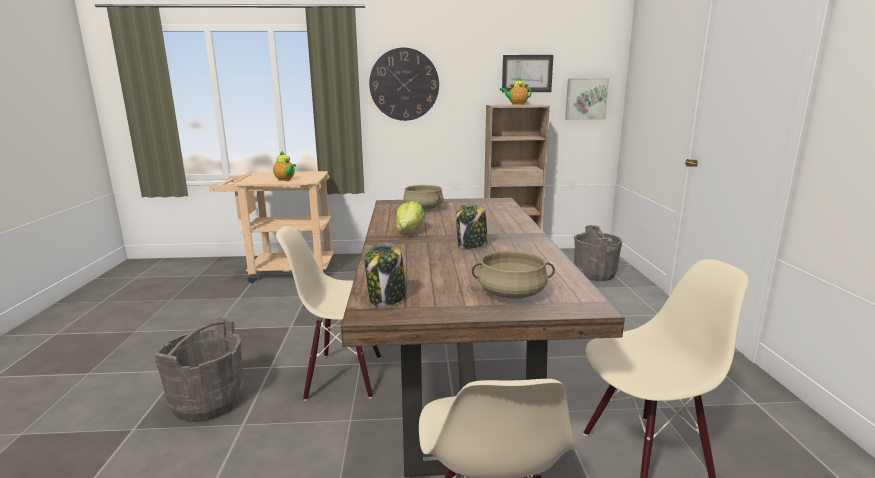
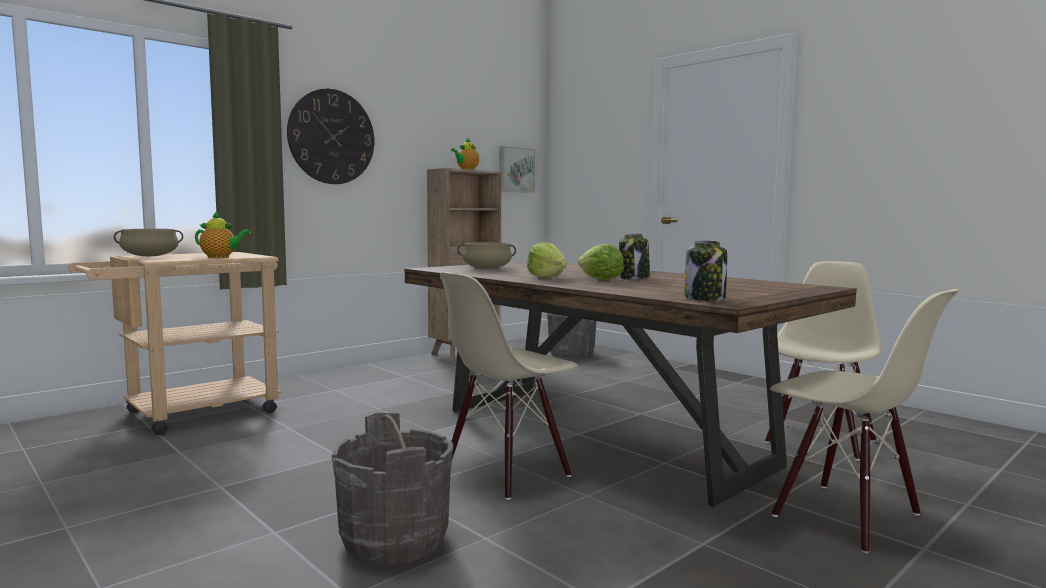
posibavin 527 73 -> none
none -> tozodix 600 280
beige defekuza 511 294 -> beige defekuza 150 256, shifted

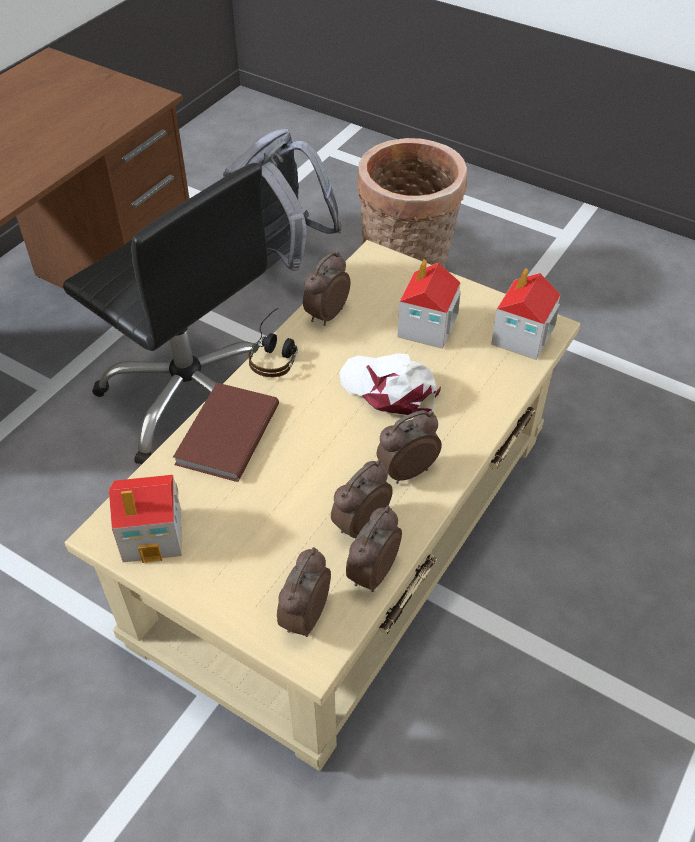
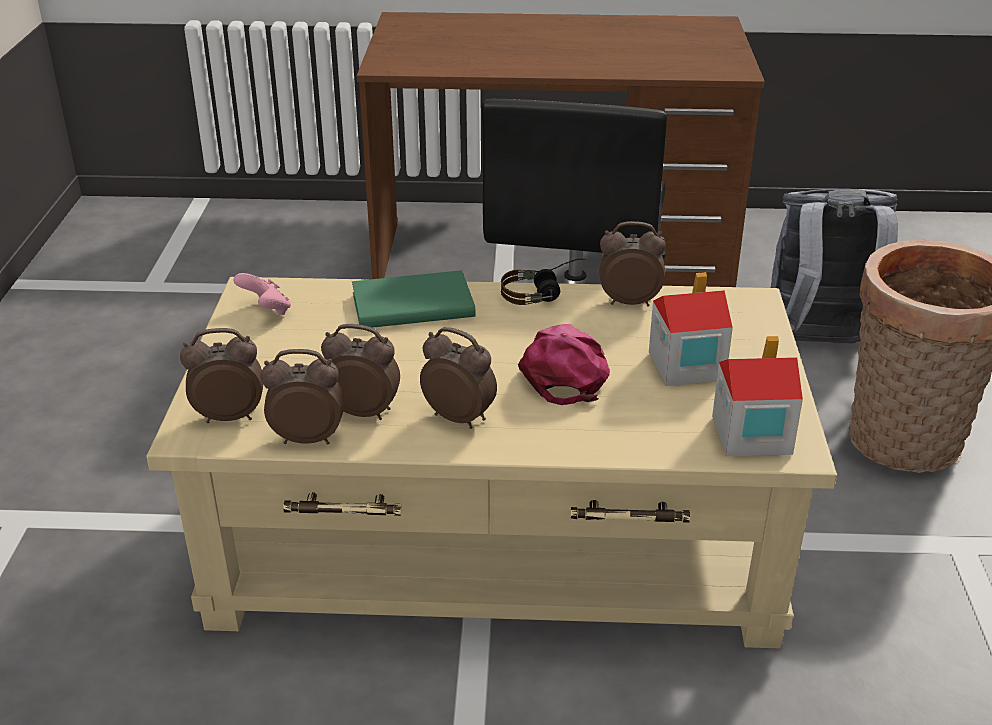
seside 153 534 -> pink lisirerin 266 310
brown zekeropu 225 435 -> green zekeropu 410 303
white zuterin 389 389 -> pink zuterin 566 371

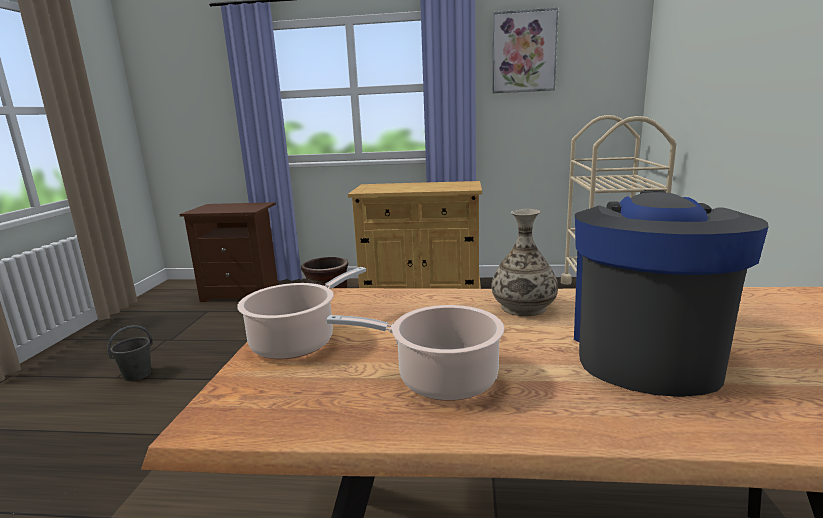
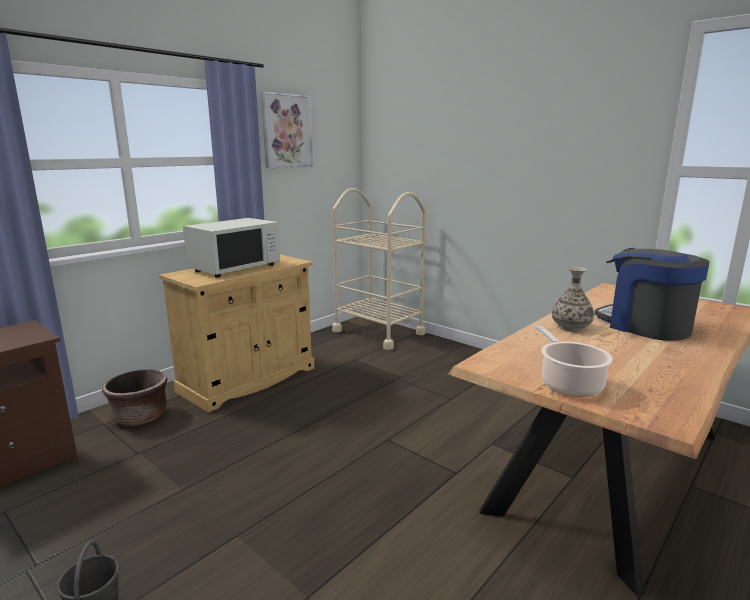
defekuza 440 378 -> none
none -> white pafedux 235 268

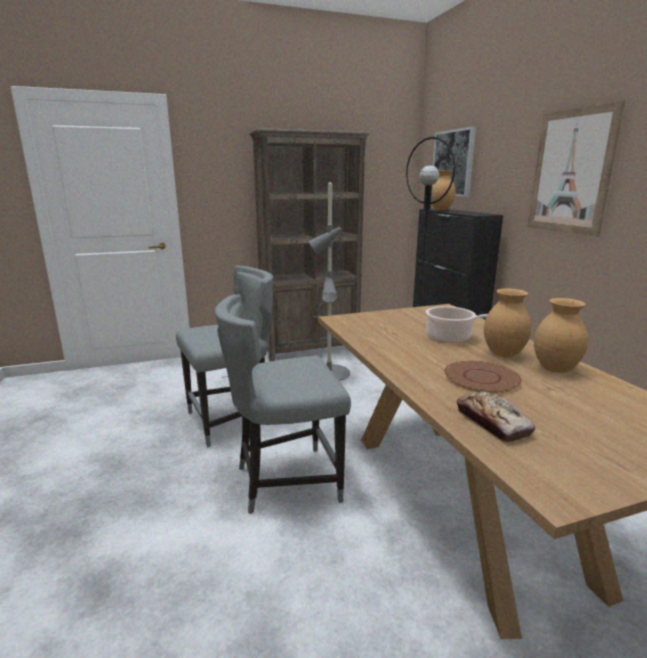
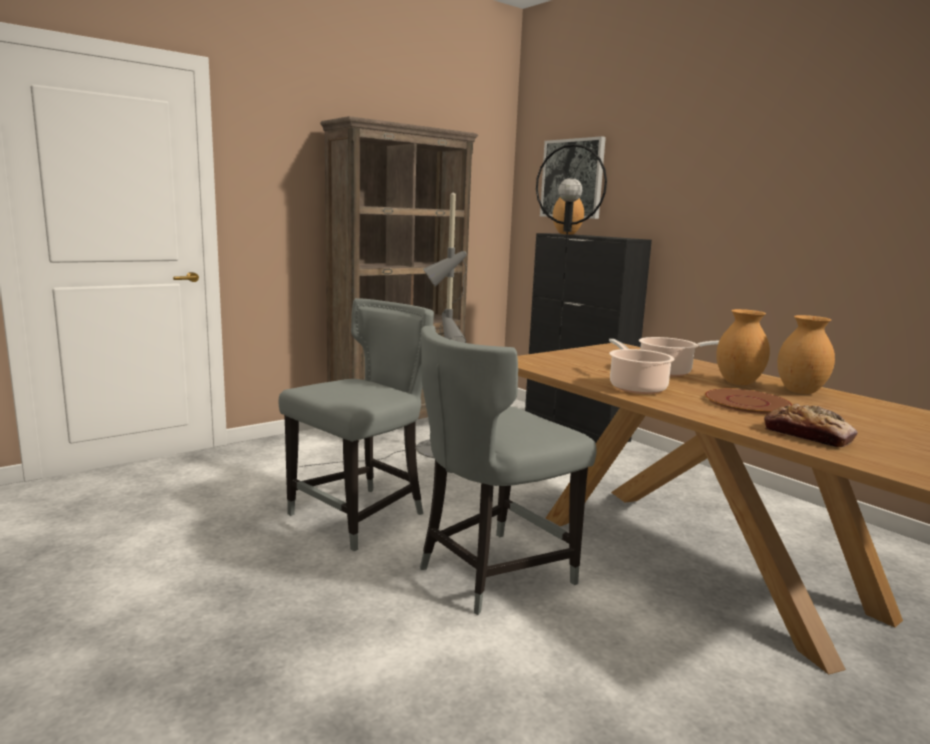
posibavin 571 172 -> none
none -> defekuza 635 387

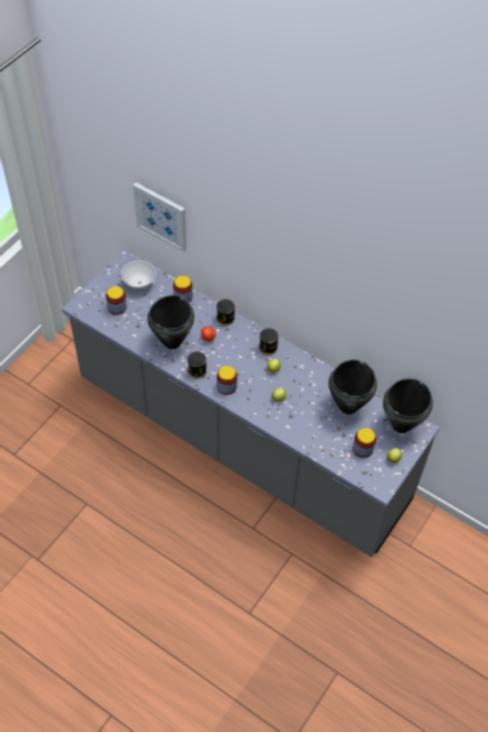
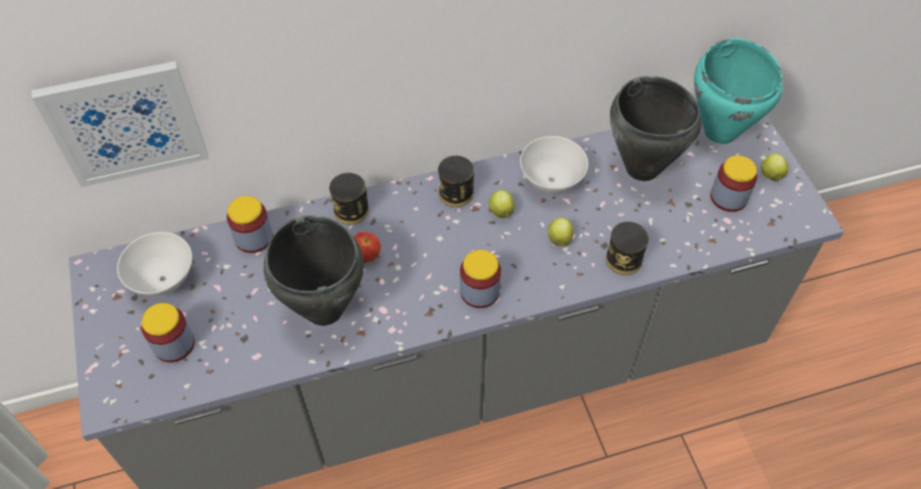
none -> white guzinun 552 181
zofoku 197 370 -> zofoku 623 259, shifted
black defekuza 401 425 -> turquoise defekuza 720 131

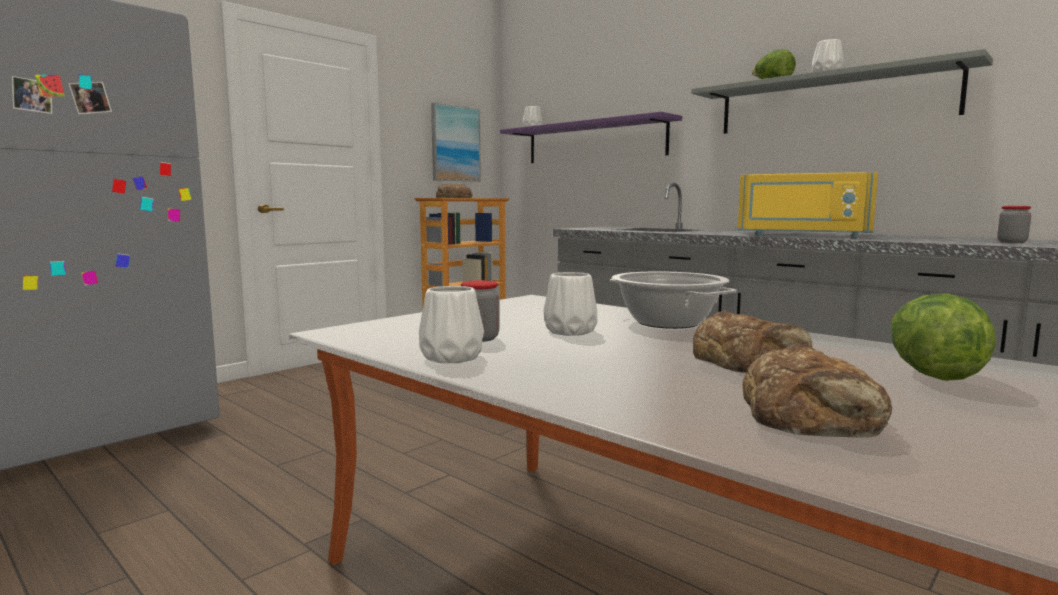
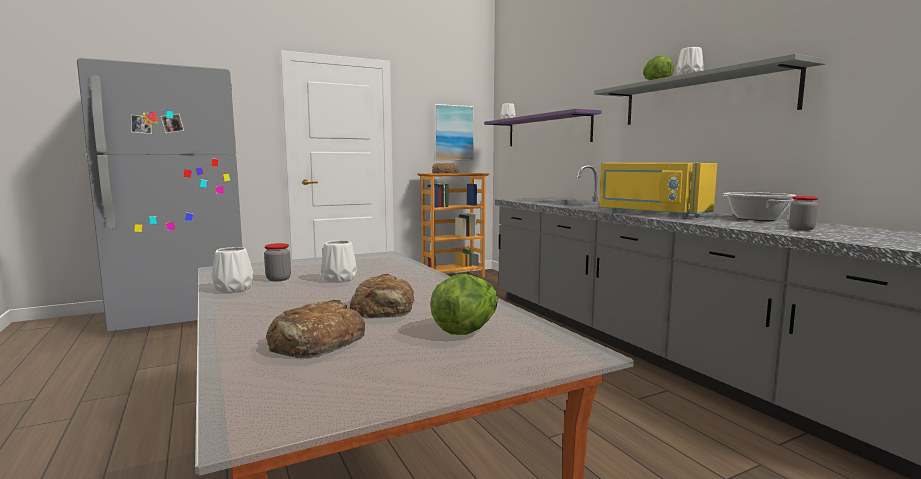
defekuza 667 322 -> defekuza 756 218, shifted

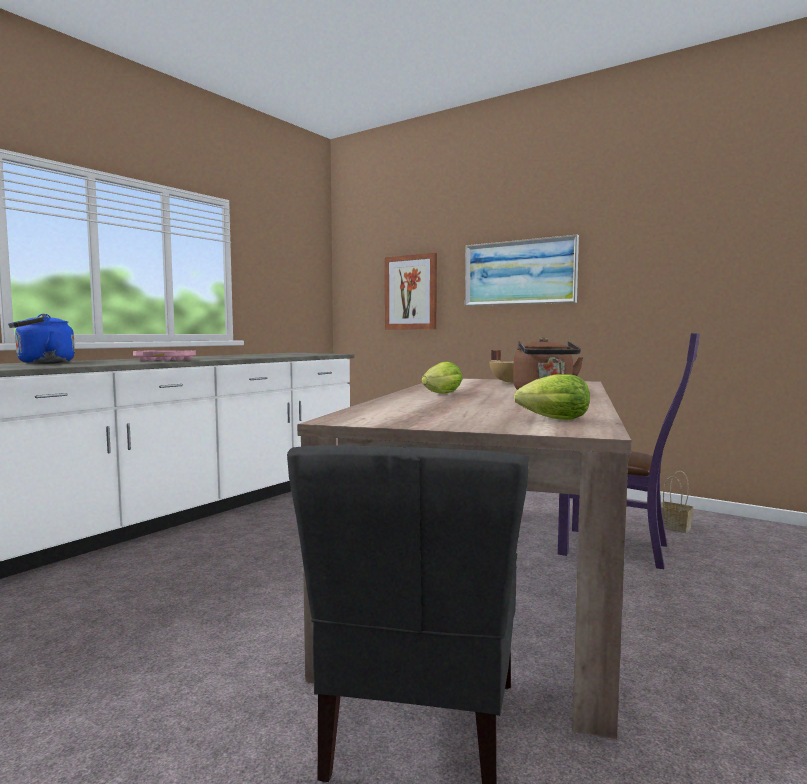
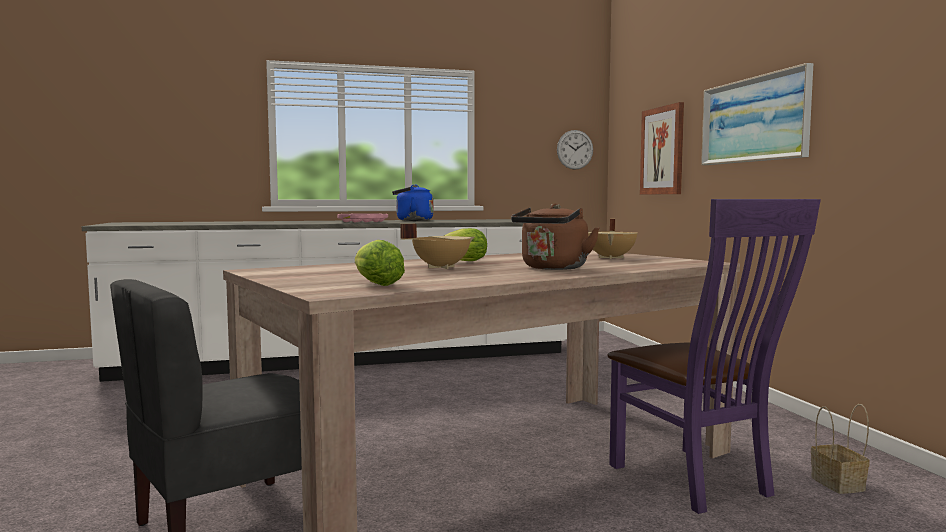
none -> beige defekuza 440 267
none -> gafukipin 575 149
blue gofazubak 42 363 -> blue gofazubak 412 220, shifted

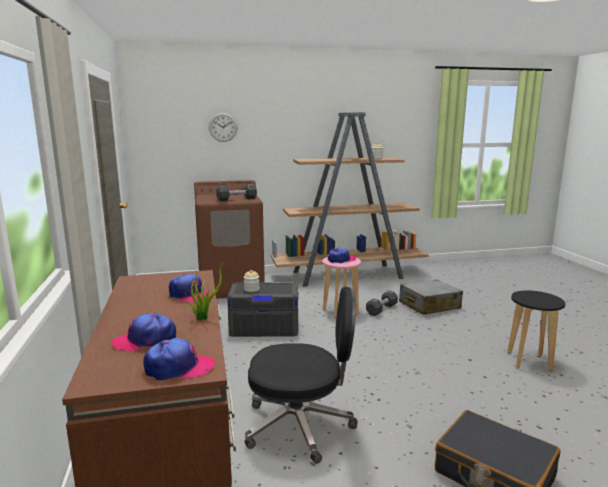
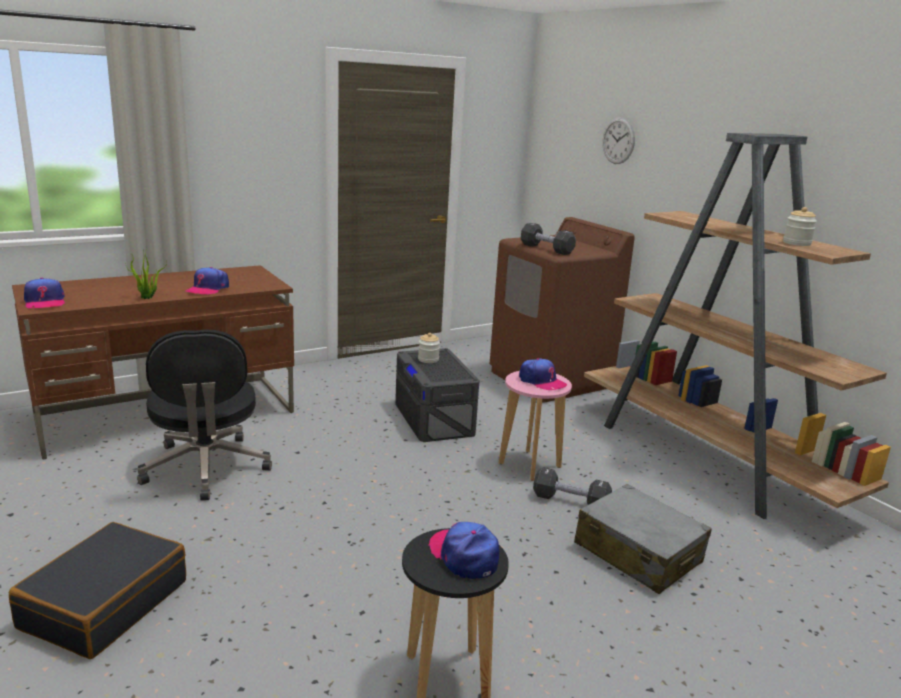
zuterin 145 340 -> zuterin 464 555, shifted

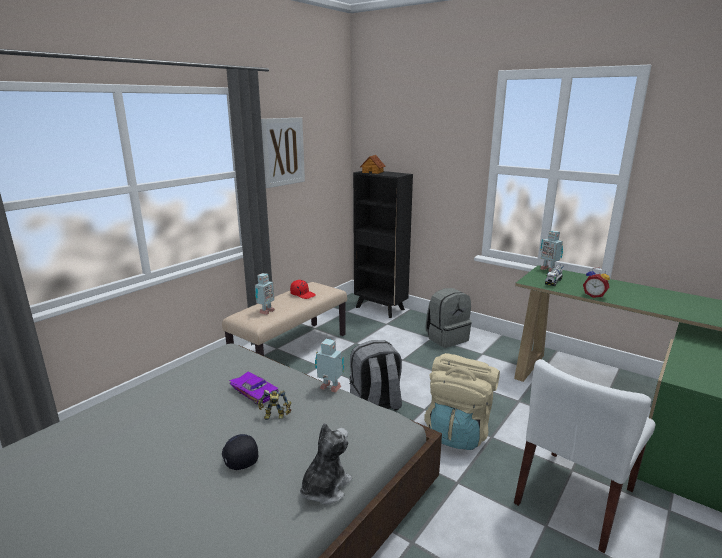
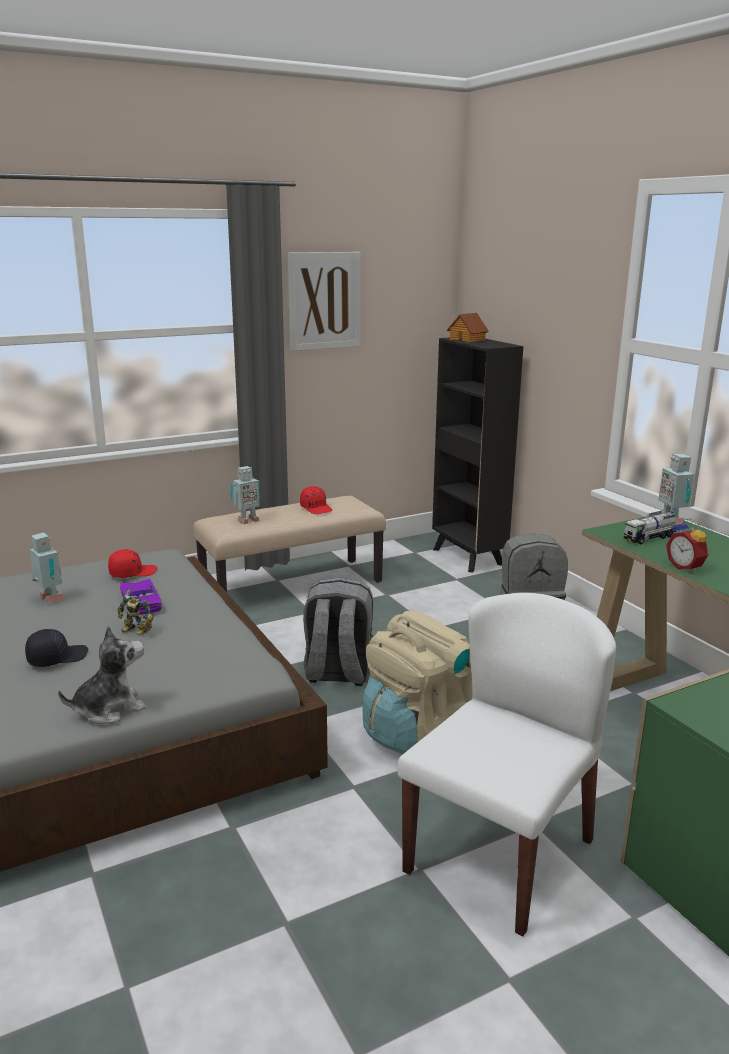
none -> red zuterin 132 573
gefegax 330 389 -> gefegax 50 599, shifted
black zuterin 239 457 -> black zuterin 57 657, 60 degrees clockwise
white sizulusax 574 497 -> white sizulusax 500 854, 150 degrees clockwise

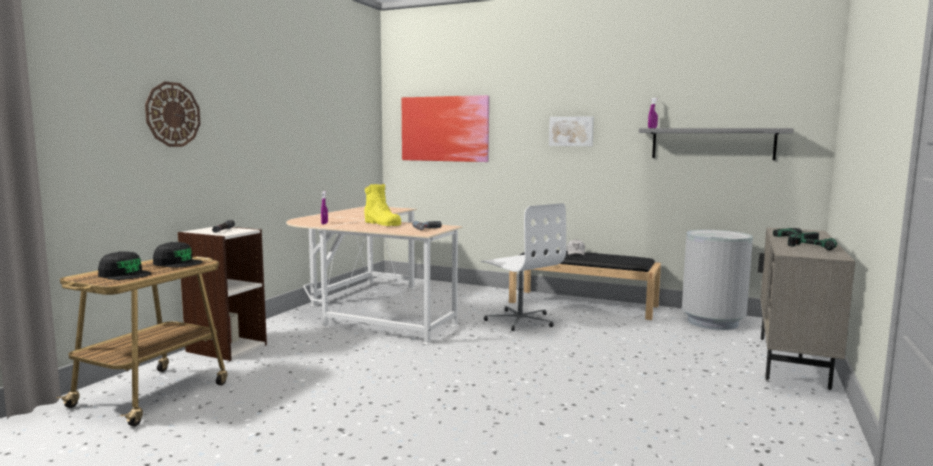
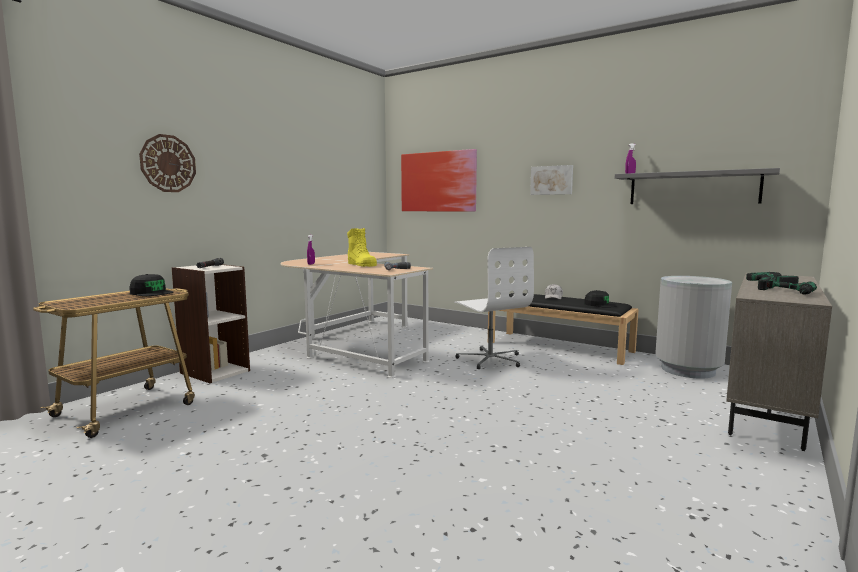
black zuterin 125 274 -> black zuterin 600 304, shifted

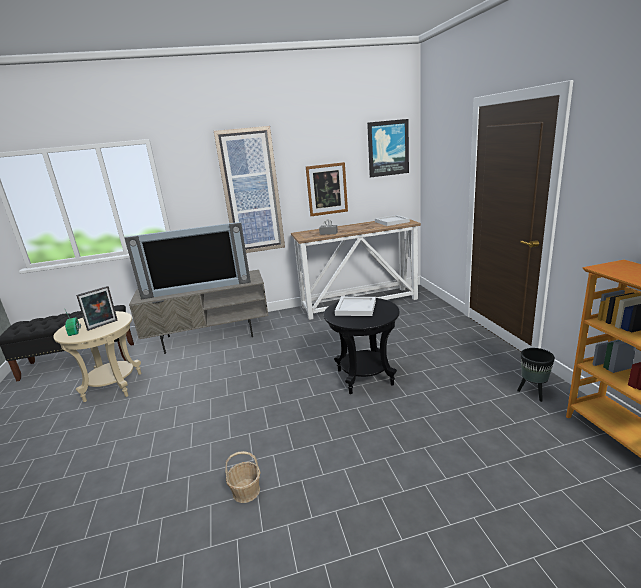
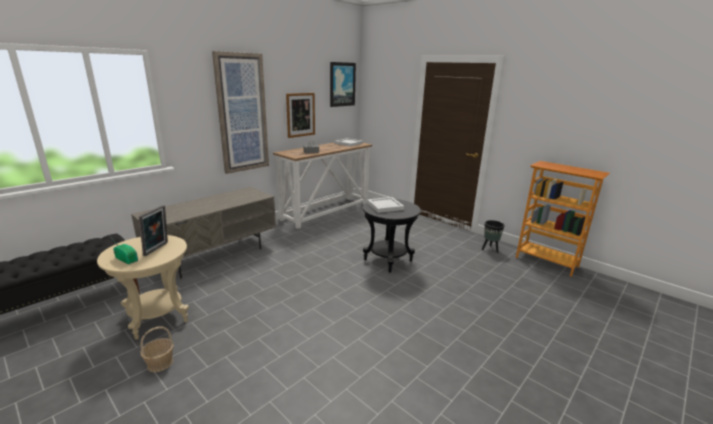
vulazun 197 288 -> none
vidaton 246 491 -> vidaton 160 363, shifted

